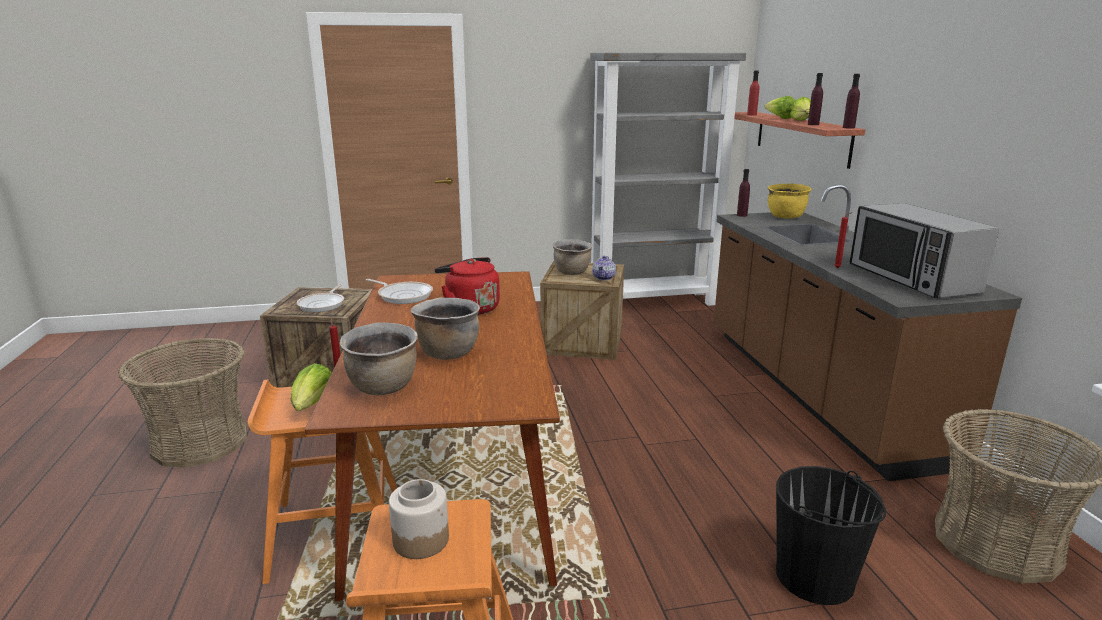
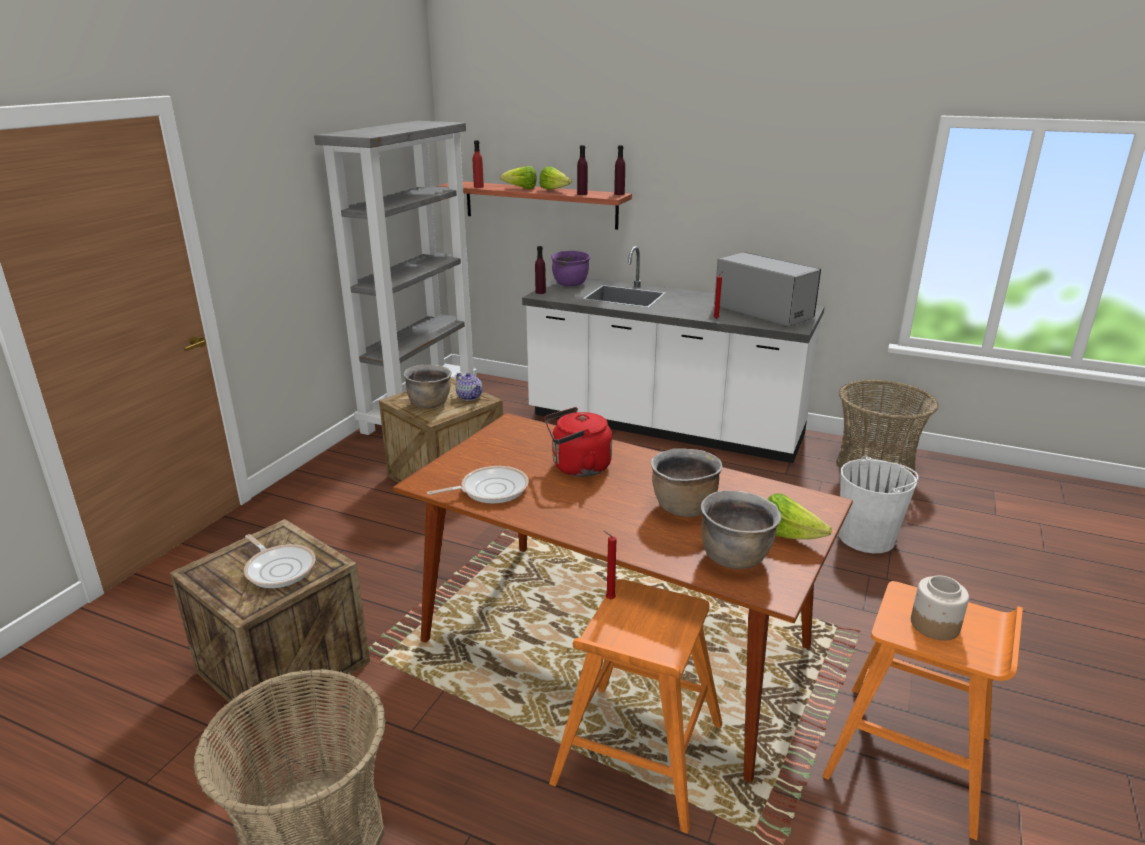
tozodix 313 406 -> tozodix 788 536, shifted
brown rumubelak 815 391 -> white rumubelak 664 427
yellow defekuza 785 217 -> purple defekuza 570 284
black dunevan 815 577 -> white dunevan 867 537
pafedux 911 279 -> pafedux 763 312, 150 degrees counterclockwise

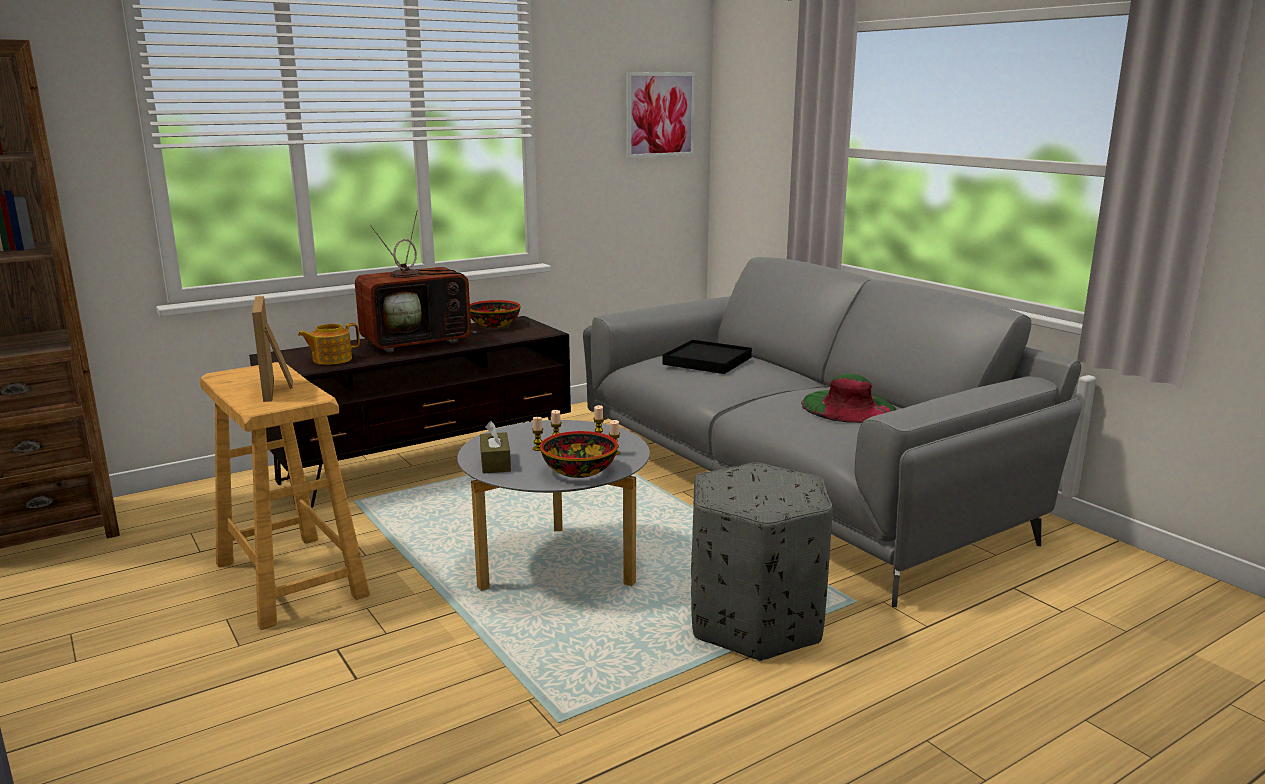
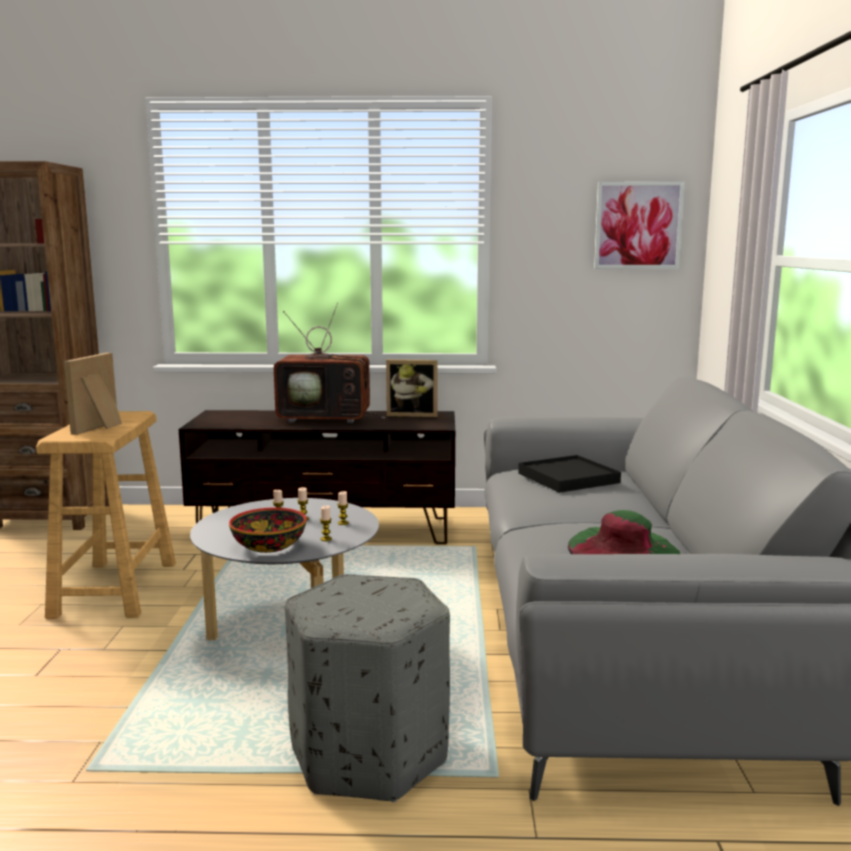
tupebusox 331 359 -> none
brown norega 495 463 -> none
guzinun 494 325 -> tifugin 412 414

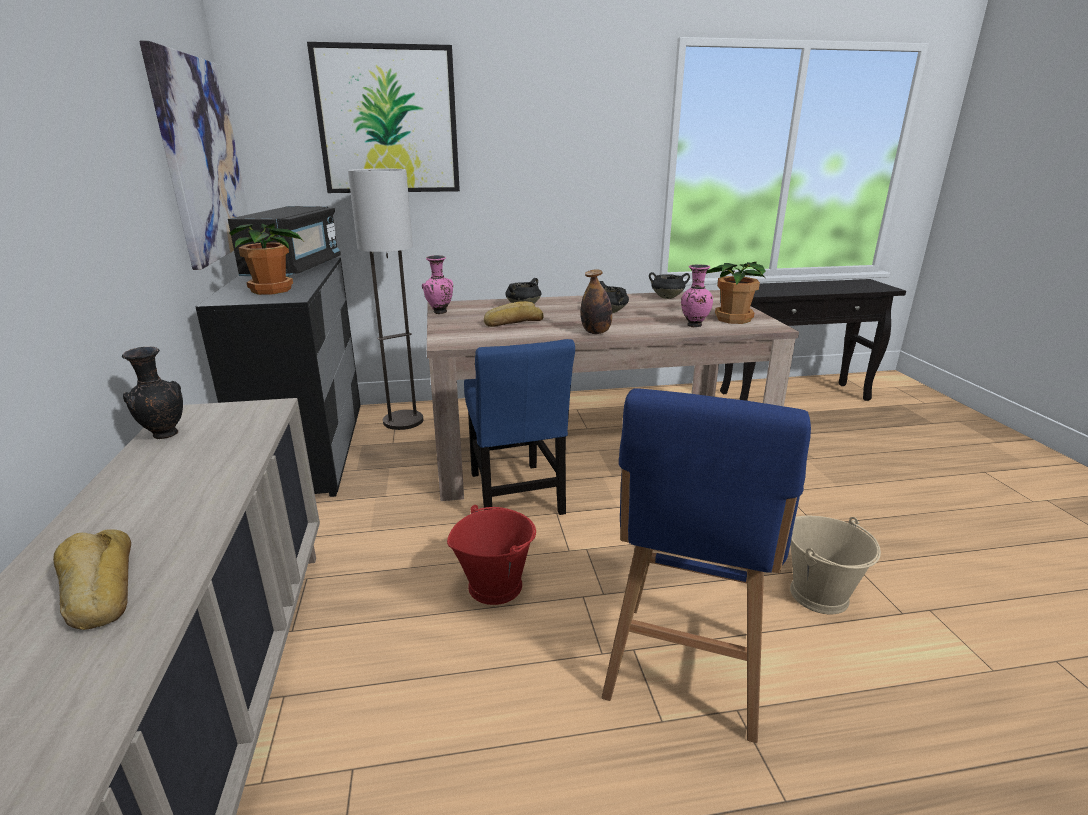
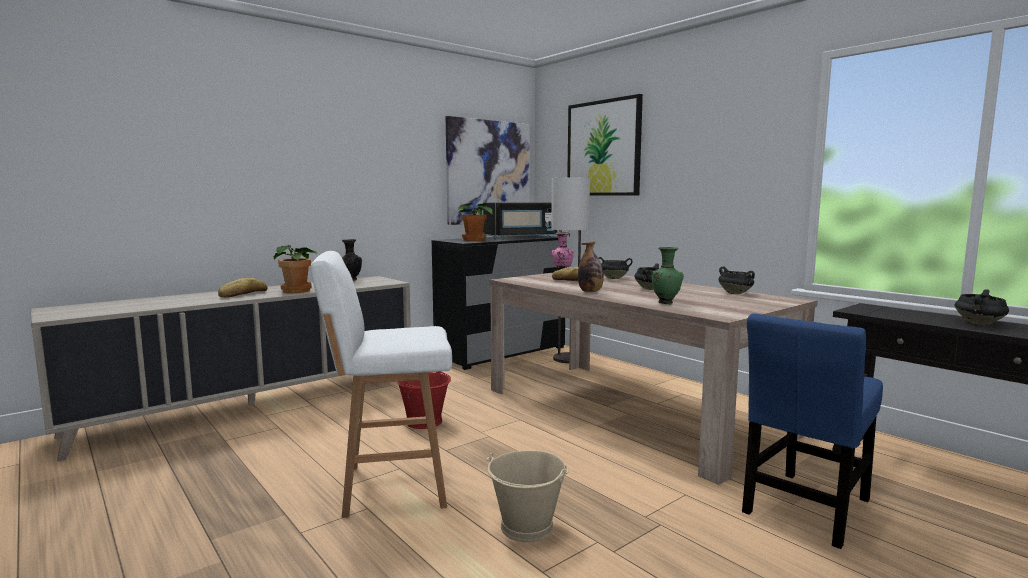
none -> black defekuza 979 323
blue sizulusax 516 497 -> blue sizulusax 806 509, shifted
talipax 732 319 -> talipax 297 291, shifted
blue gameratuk 684 672 -> white gameratuk 390 486
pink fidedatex 693 325 -> green fidedatex 665 303

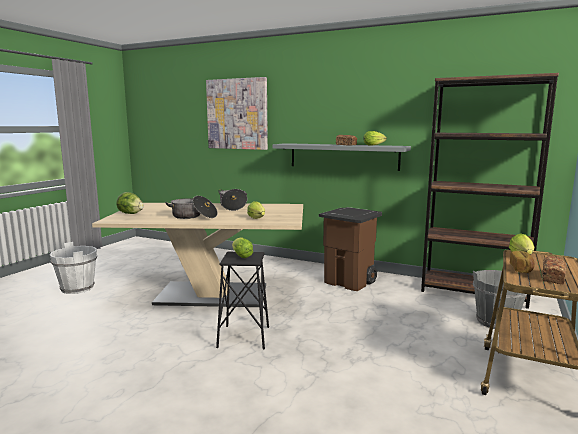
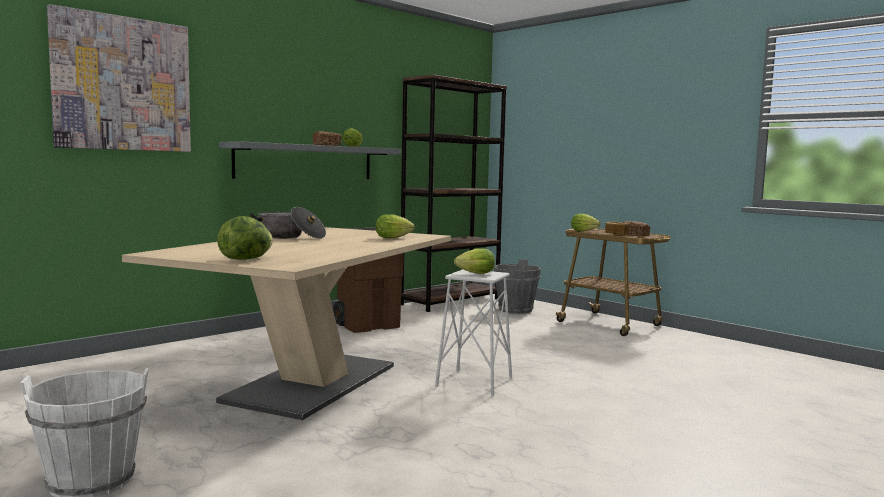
defekuza 193 216 -> none
black gameratuk 244 337 -> white gameratuk 474 382

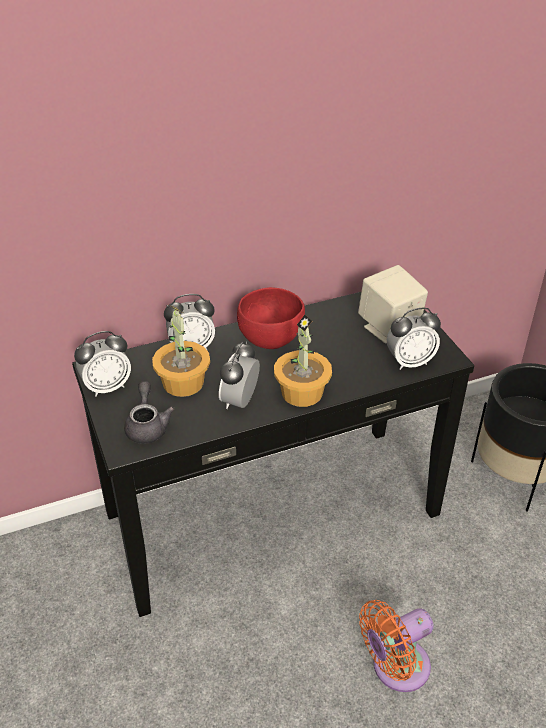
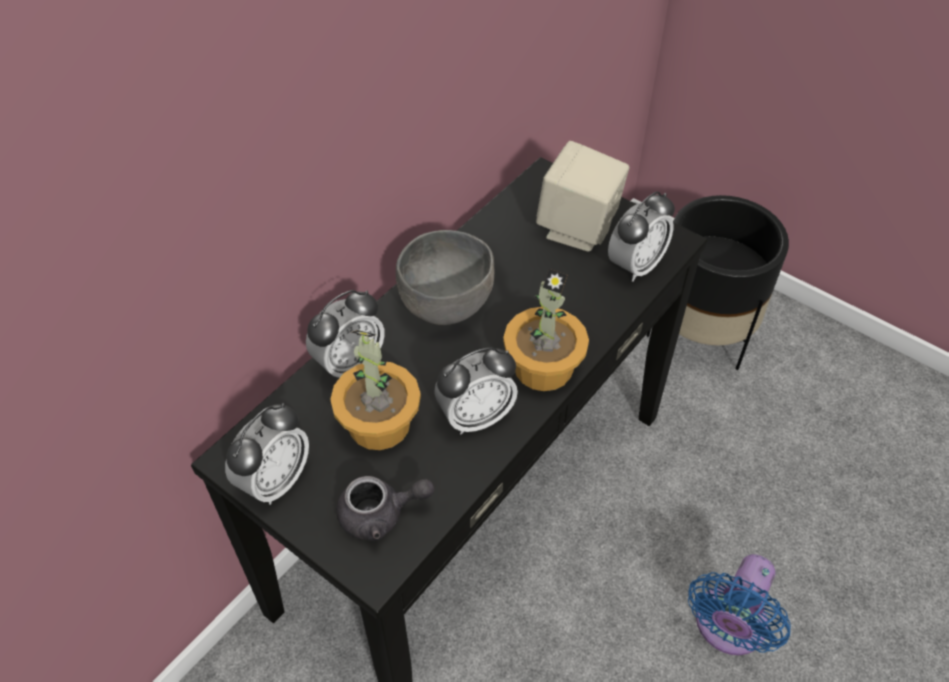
red guzinun 271 339 -> grey guzinun 446 305
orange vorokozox 395 668 -> blue vorokozox 727 627
grey tupebusox 147 426 -> grey tupebusox 381 515, 120 degrees clockwise
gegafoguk 240 401 -> gegafoguk 475 416, 105 degrees counterclockwise

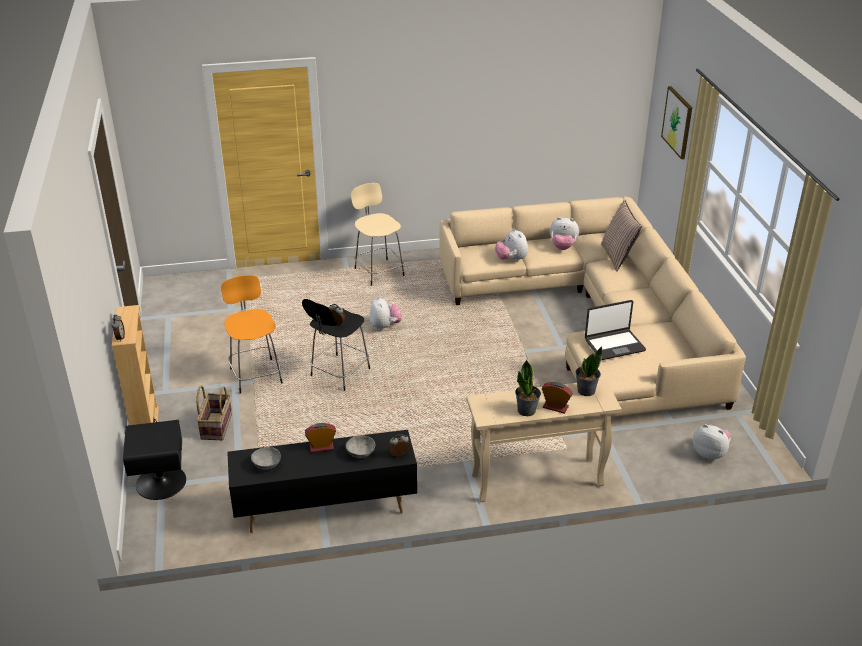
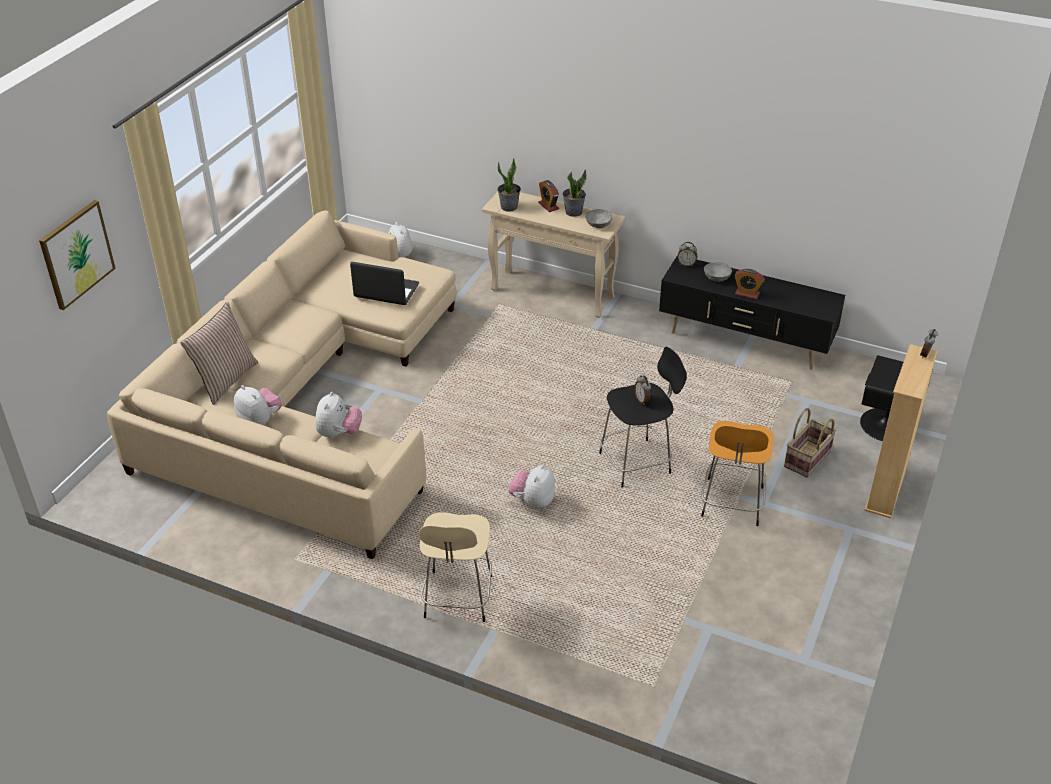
grey guzinun 266 465 -> grey guzinun 598 224, shifted

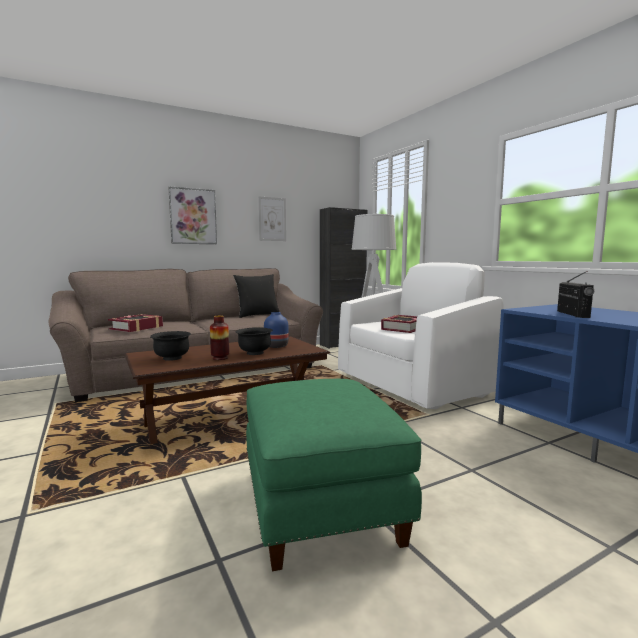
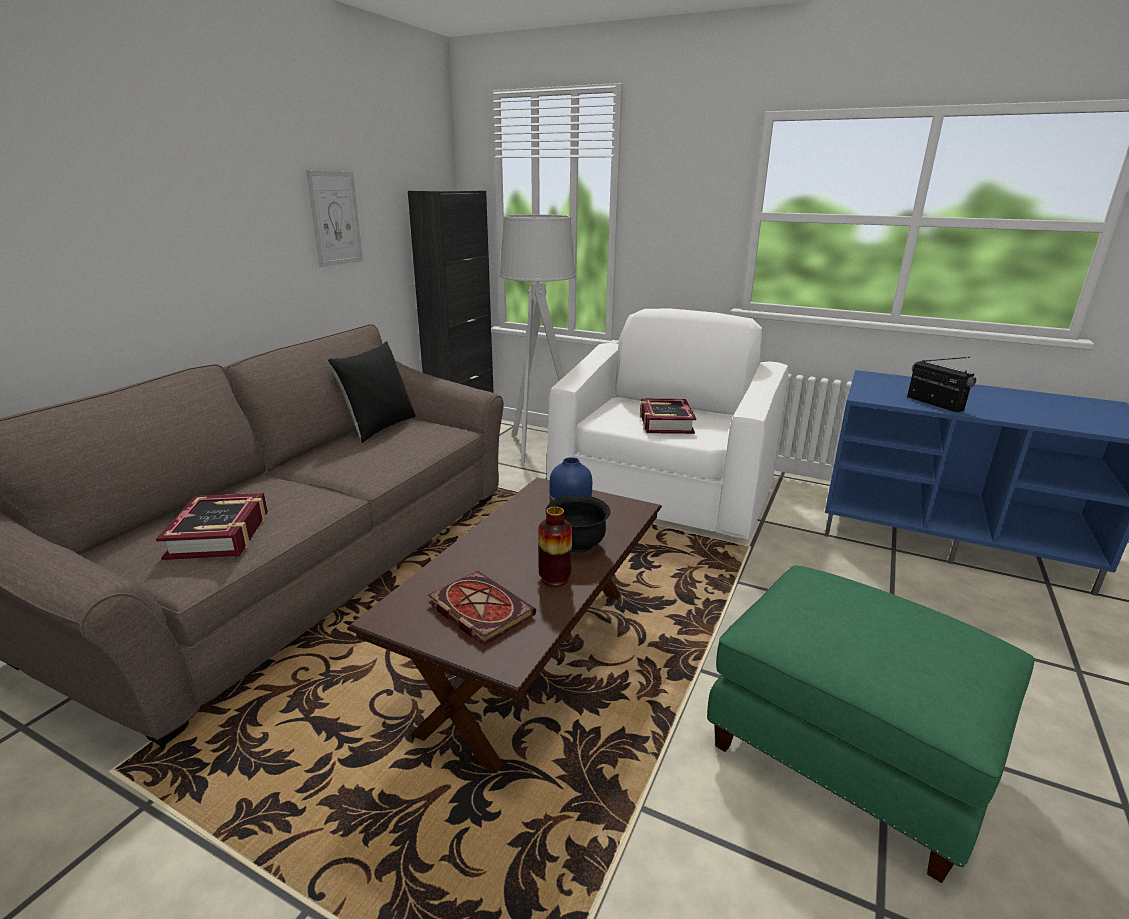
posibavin 193 216 -> none
black guzinun 172 358 -> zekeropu 477 609

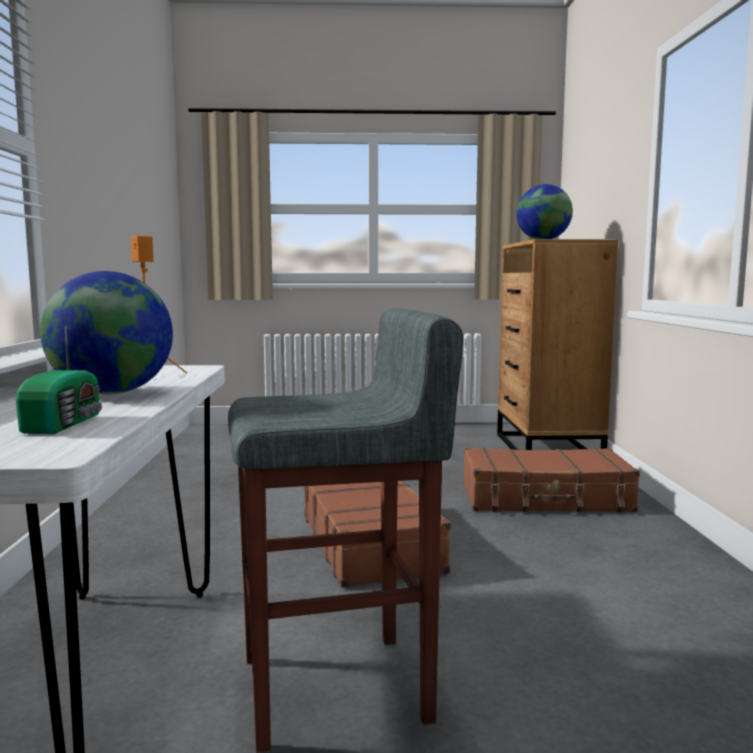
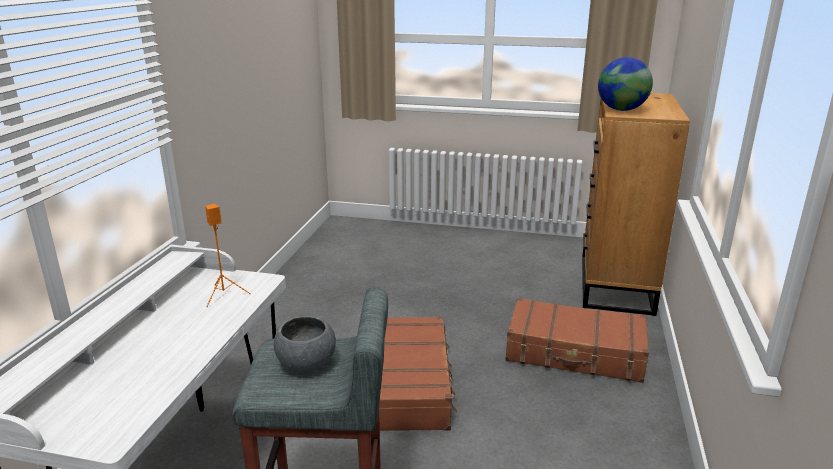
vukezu 66 423 -> none
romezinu 112 393 -> none
none -> grey guzinun 306 363

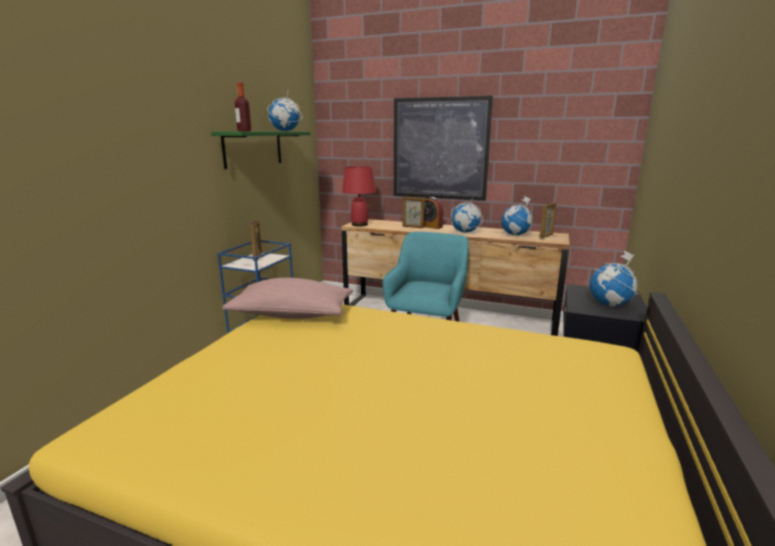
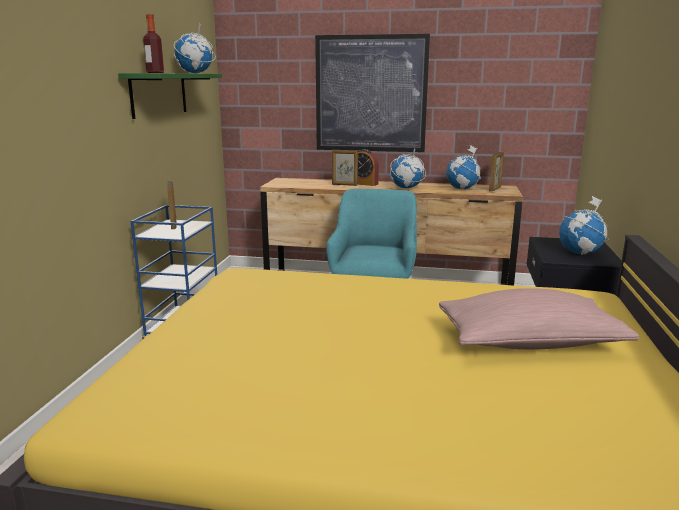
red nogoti 360 224 -> none
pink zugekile 292 314 -> pink zugekile 529 342, shifted

